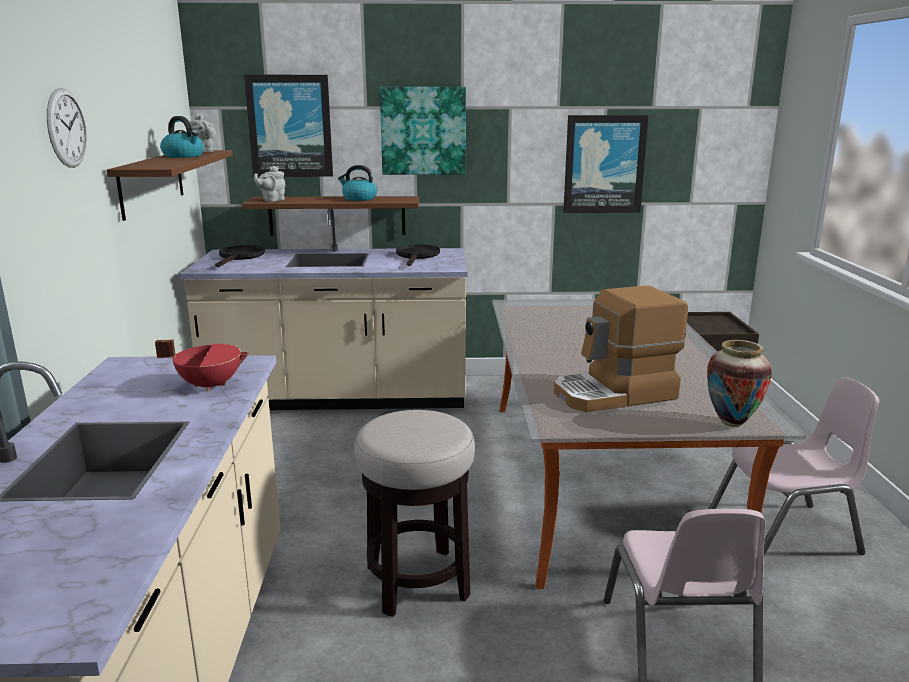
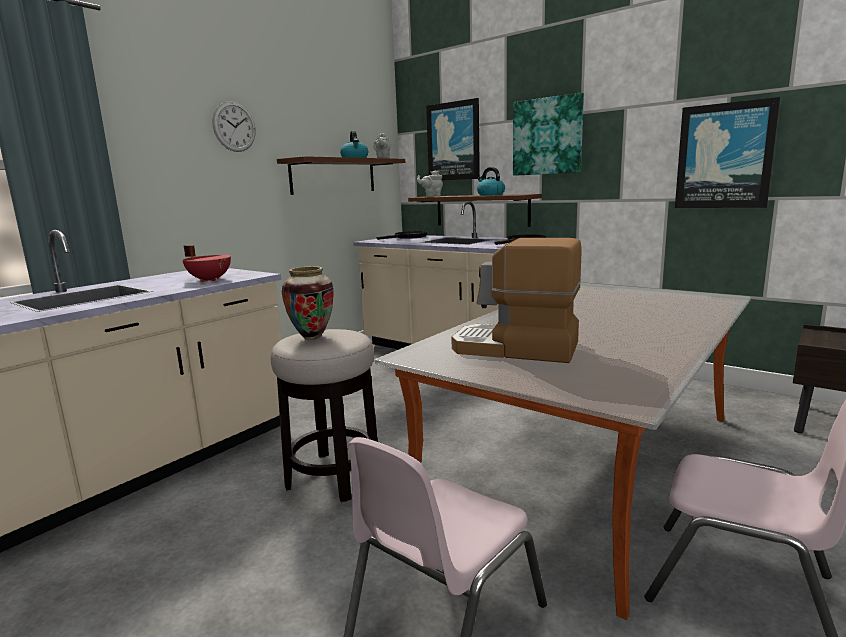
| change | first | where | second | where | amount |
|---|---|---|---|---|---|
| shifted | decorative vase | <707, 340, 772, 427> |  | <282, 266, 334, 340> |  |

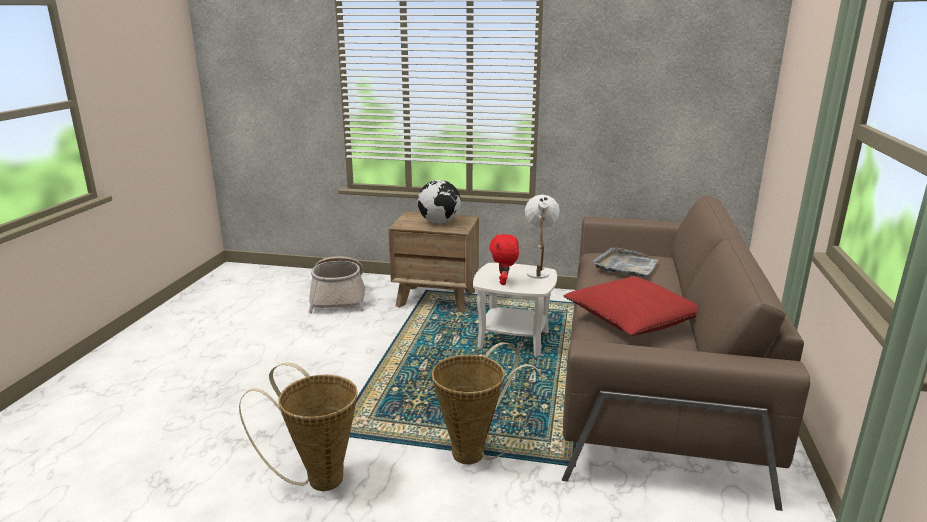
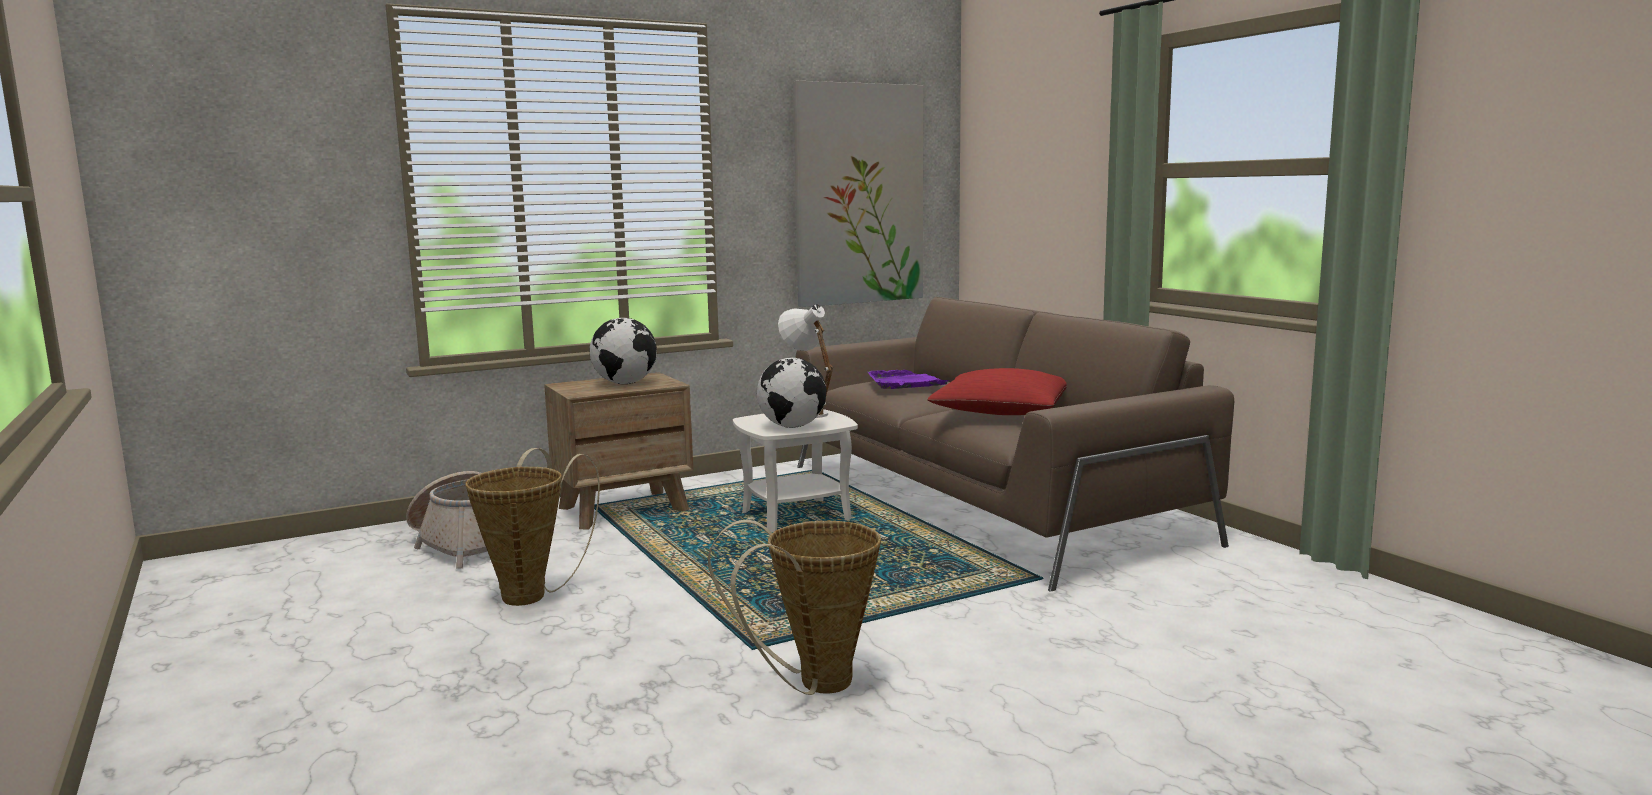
| change | first | where | second | where | amount |
|---|---|---|---|---|---|
| shifted | household basket | <432, 342, 542, 464> |  | <465, 448, 600, 606> |  |
| swapped | cuddly toy/red-coloured | <490, 234, 519, 285> | desk globe | <757, 358, 826, 428> |  |
| new |  |  | picture | <793, 81, 923, 307> |  |
| repainted | carrying tray/grey | <592, 247, 658, 277> | carrying tray/purple | <867, 370, 951, 389> |  |

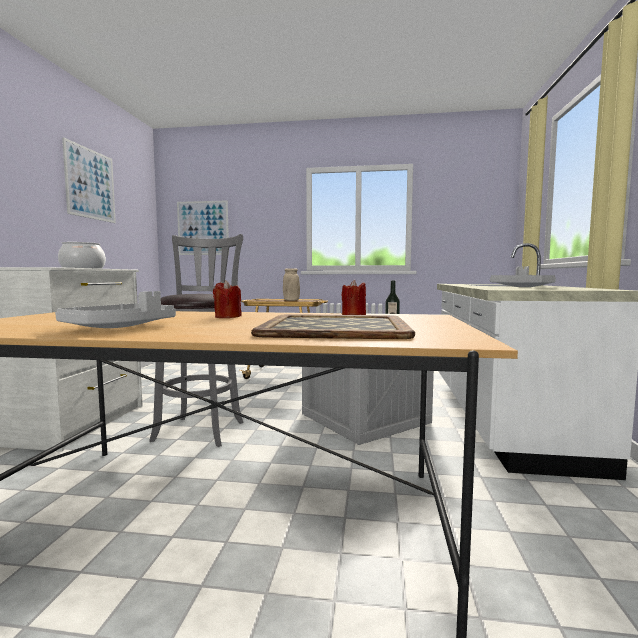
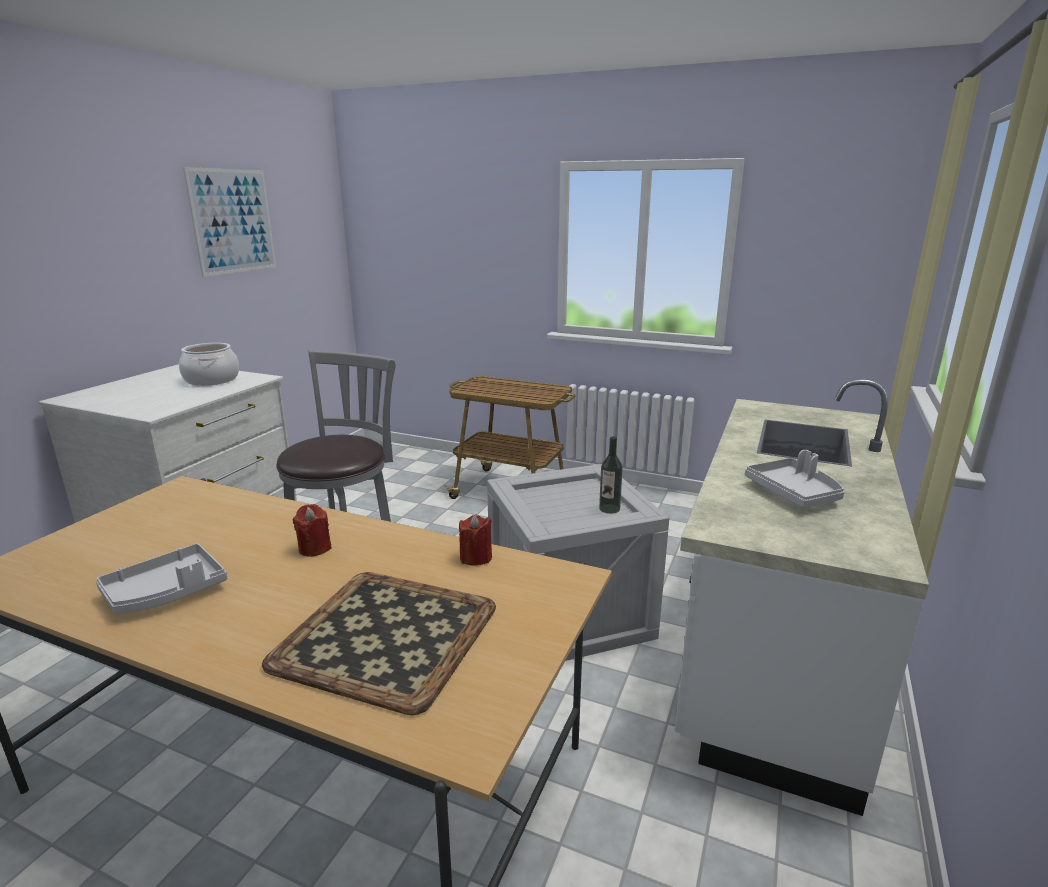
| change | first | where | second | where | amount |
|---|---|---|---|---|---|
| gone | picture | <177, 200, 229, 255> |  |  |  |
| gone | decorative vase/beige | <283, 268, 300, 301> |  |  |  |

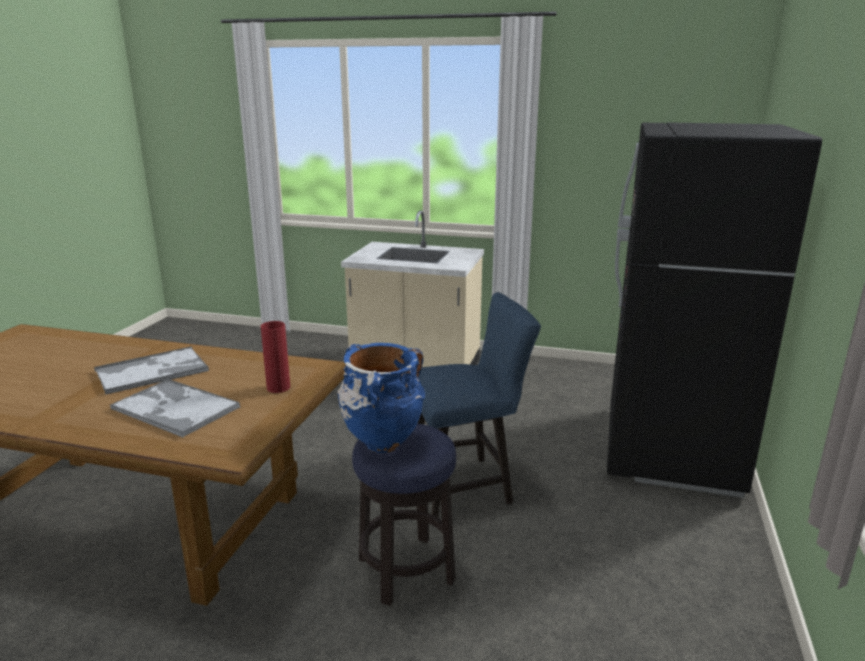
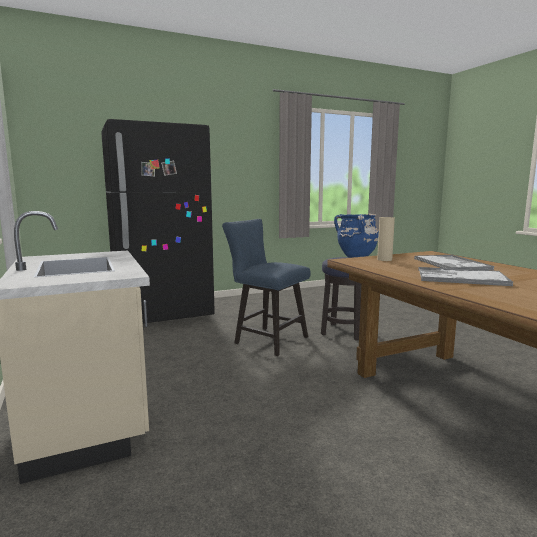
| change | first | where | second | where | amount |
|---|---|---|---|---|---|
| repainted | decorative vase/red-coloured | <261, 321, 290, 393> | decorative vase/beige | <377, 217, 395, 261> |  |

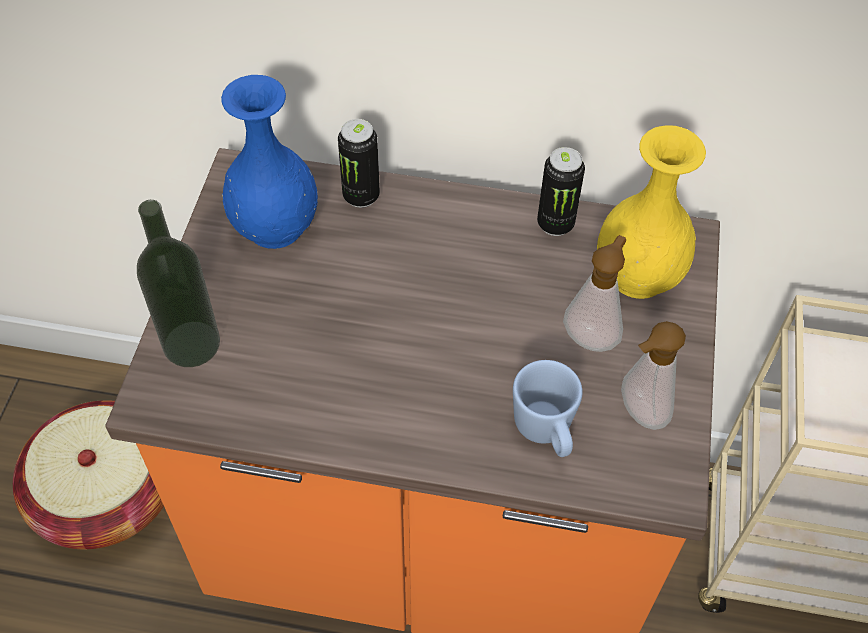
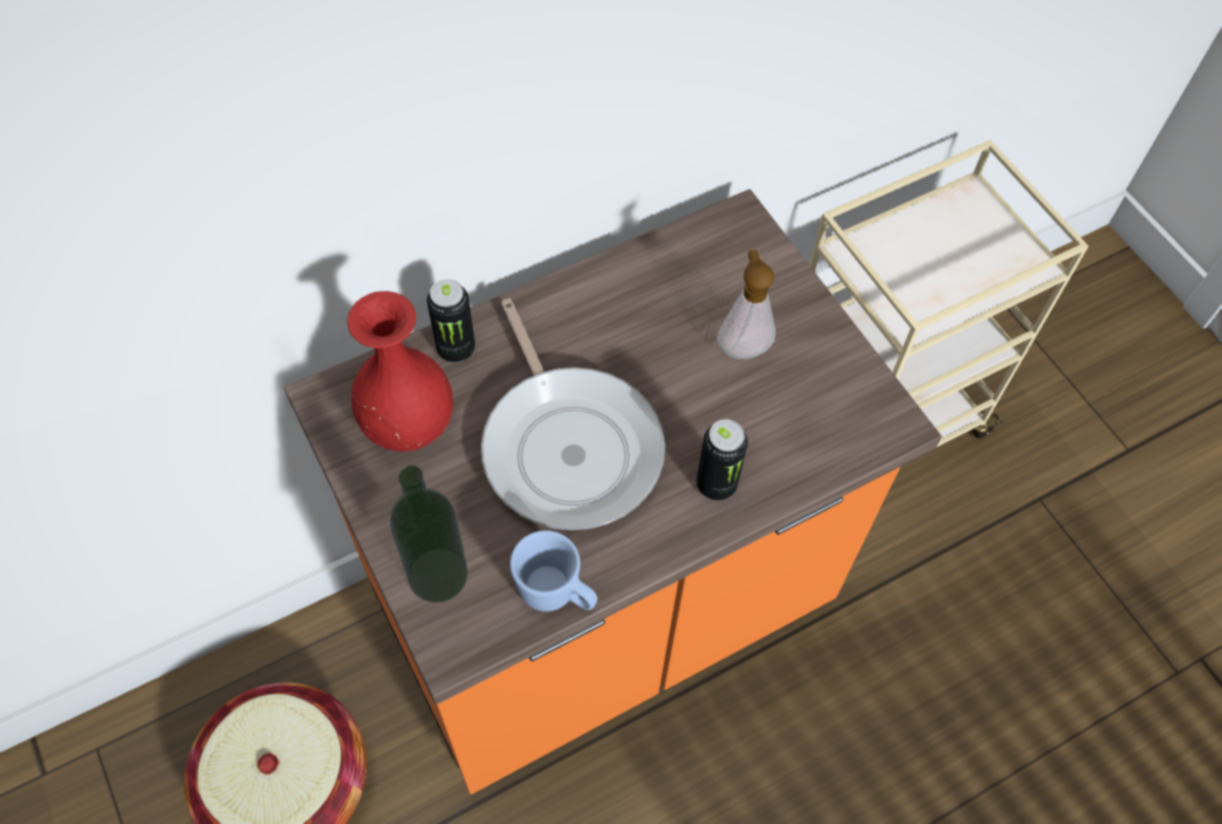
| change | first | where | second | where | amount |
|---|---|---|---|---|---|
| repainted | decorative vase/blue | <221, 75, 318, 249> | decorative vase/red-coloured | <347, 291, 453, 452> |  |
| new |  |  | skillet | <481, 299, 665, 530> |  |
| shifted | coffee mug/blue | <513, 360, 583, 457> |  | <510, 530, 597, 612> |  |
| shifted | can | <537, 147, 585, 236> |  | <696, 419, 748, 500> |  |
| gone | decorative vase/yellowish | <597, 125, 706, 299> |  |  |  |
| gone | soap dispenser | <621, 321, 686, 430> |  |  |  |

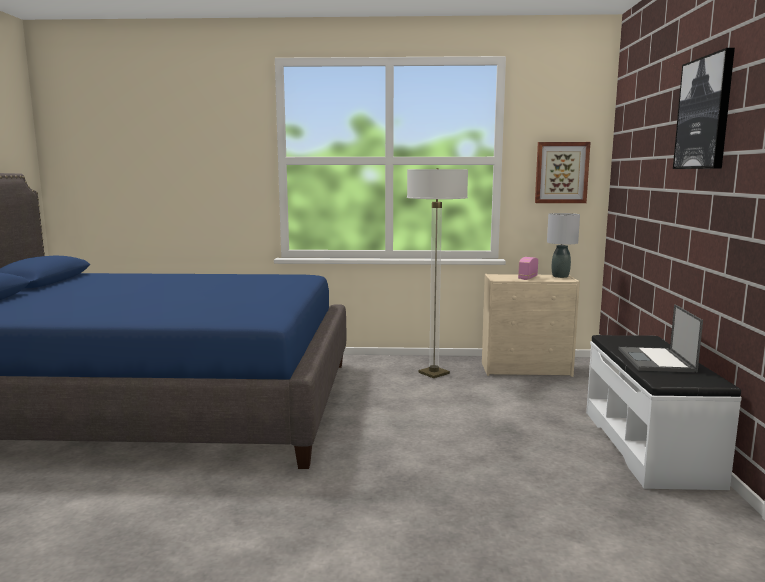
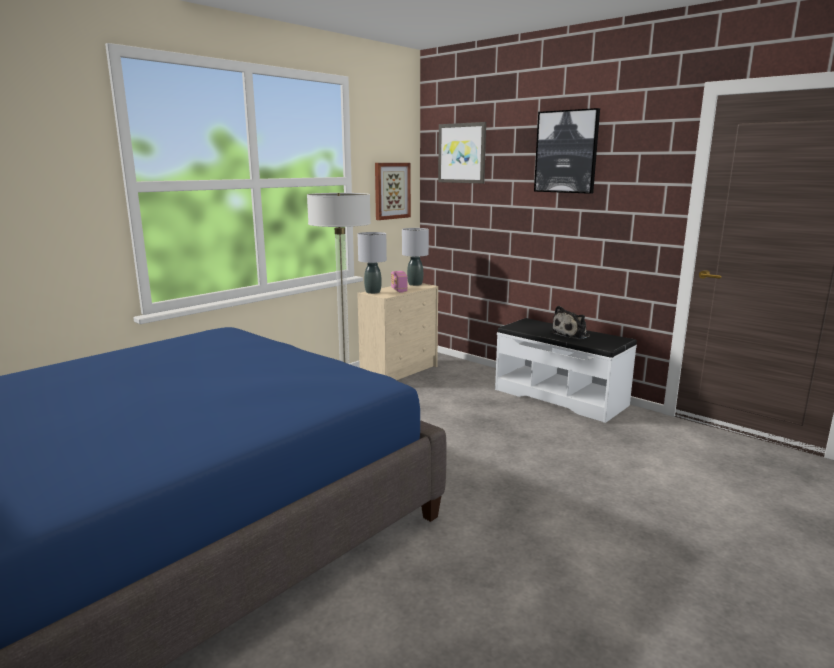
| change | first | where | second | where | amount |
|---|---|---|---|---|---|
| new |  |  | lamp for a table/grey | <358, 232, 387, 294> |  |
| new |  |  | picture | <438, 122, 486, 184> |  |
| swapped | notebook computer | <618, 304, 703, 372> | cuddly toy | <550, 306, 590, 339> |  |

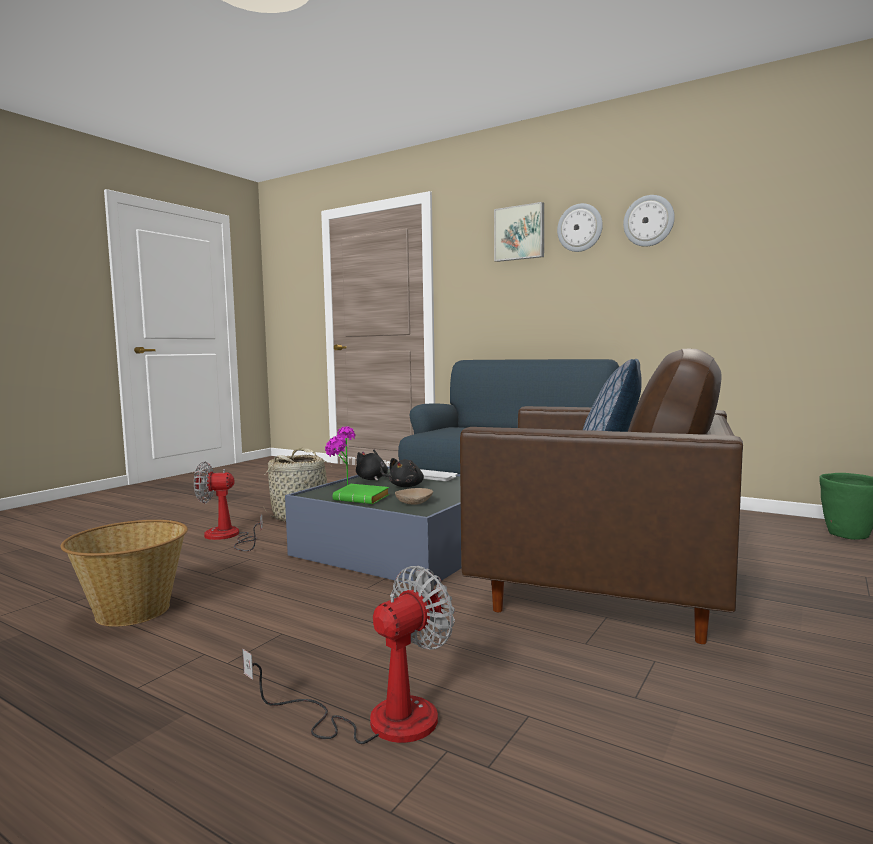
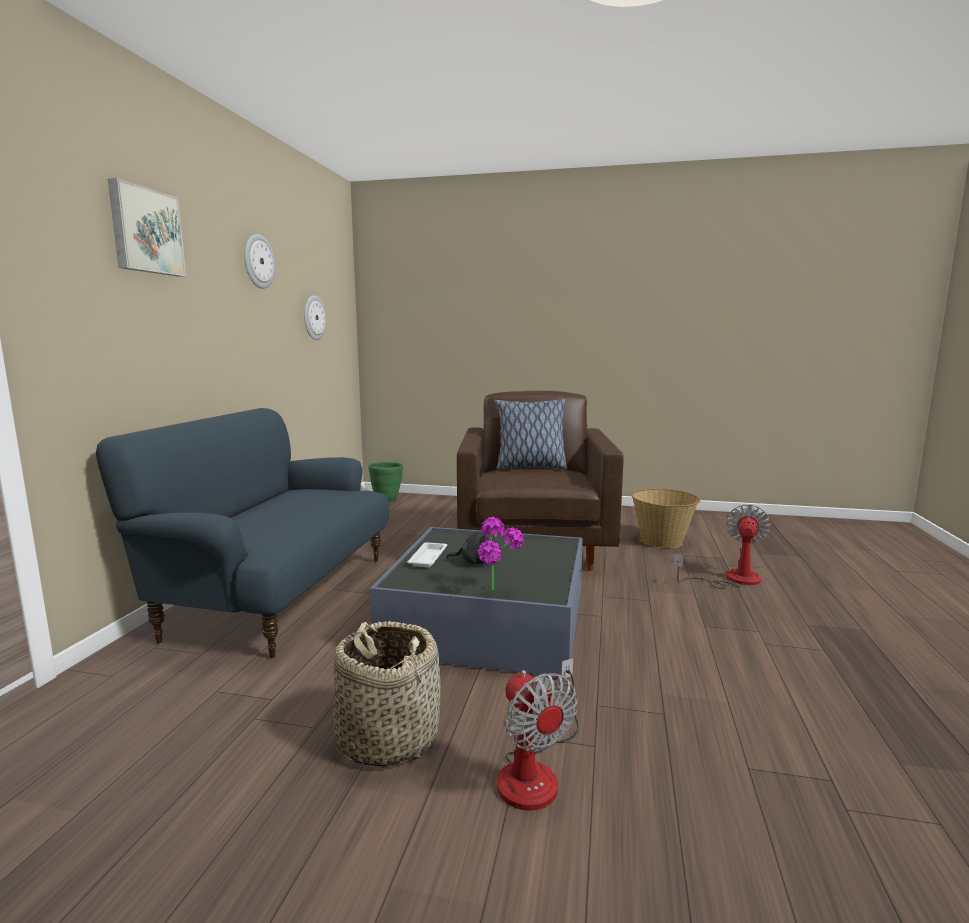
| change | first | where | second | where | amount |
|---|---|---|---|---|---|
| shifted | clock on the wall | <557, 203, 603, 252> |  | <304, 295, 326, 340> |  |
| shifted | household basket | <60, 520, 188, 627> |  | <631, 488, 701, 548> |  |
| rotated | fan | <242, 566, 455, 744> |  | <673, 504, 771, 589> | 90 degrees clockwise |
| gone | volume/greenish | <333, 484, 390, 504> |  |  |  |
| gone | cuddly toy/black-coloured | <356, 450, 389, 481> |  |  |  |
| gone | serving bowl/beige | <395, 488, 433, 505> |  |  |  |

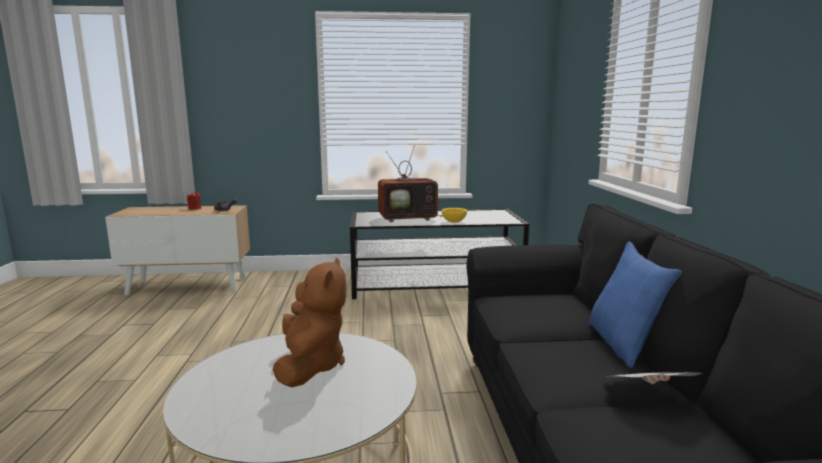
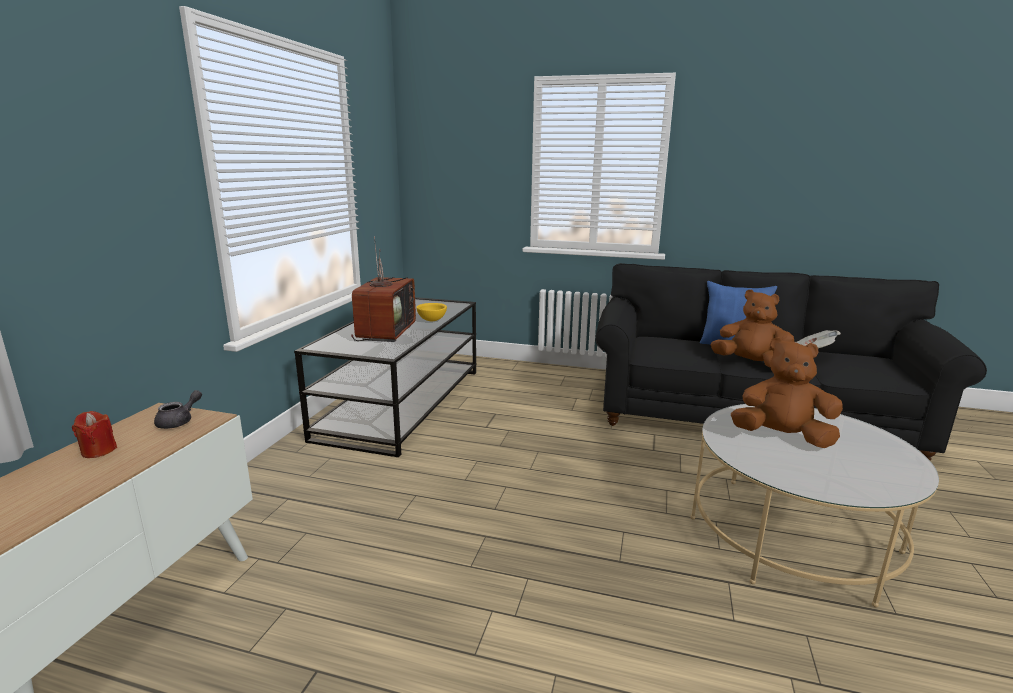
| change | first | where | second | where | amount |
|---|---|---|---|---|---|
| new |  |  | cuddly toy/brown | <710, 290, 795, 368> |  |

